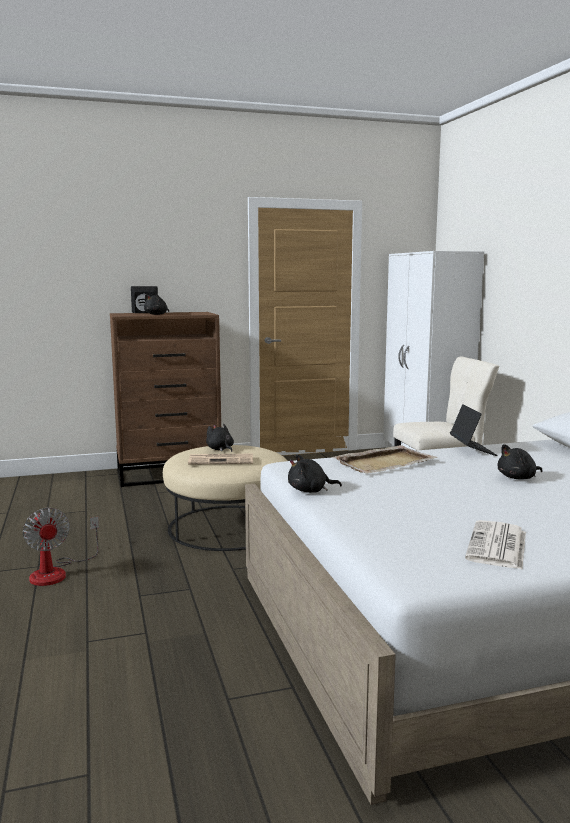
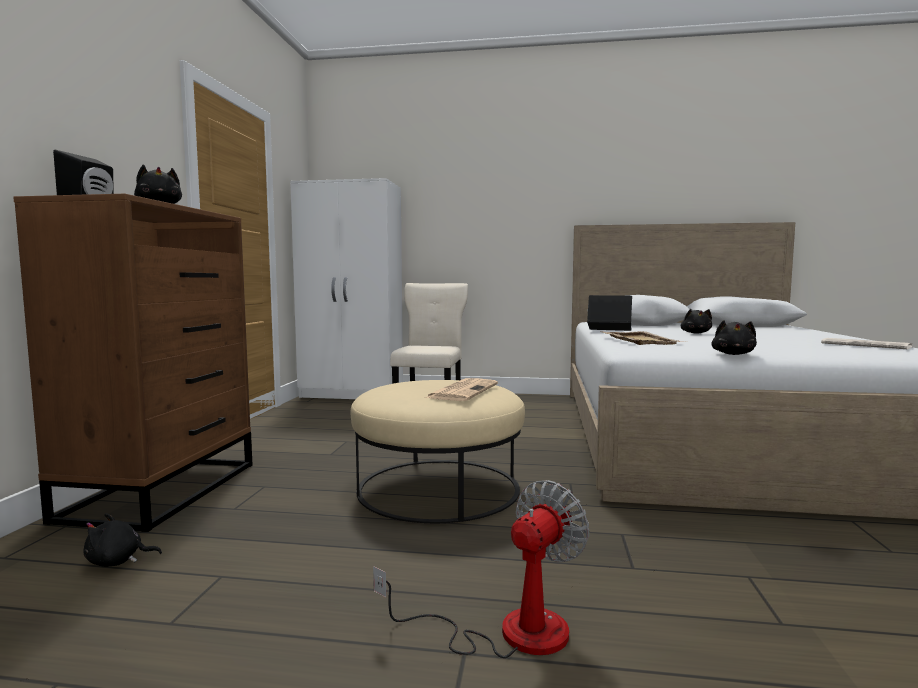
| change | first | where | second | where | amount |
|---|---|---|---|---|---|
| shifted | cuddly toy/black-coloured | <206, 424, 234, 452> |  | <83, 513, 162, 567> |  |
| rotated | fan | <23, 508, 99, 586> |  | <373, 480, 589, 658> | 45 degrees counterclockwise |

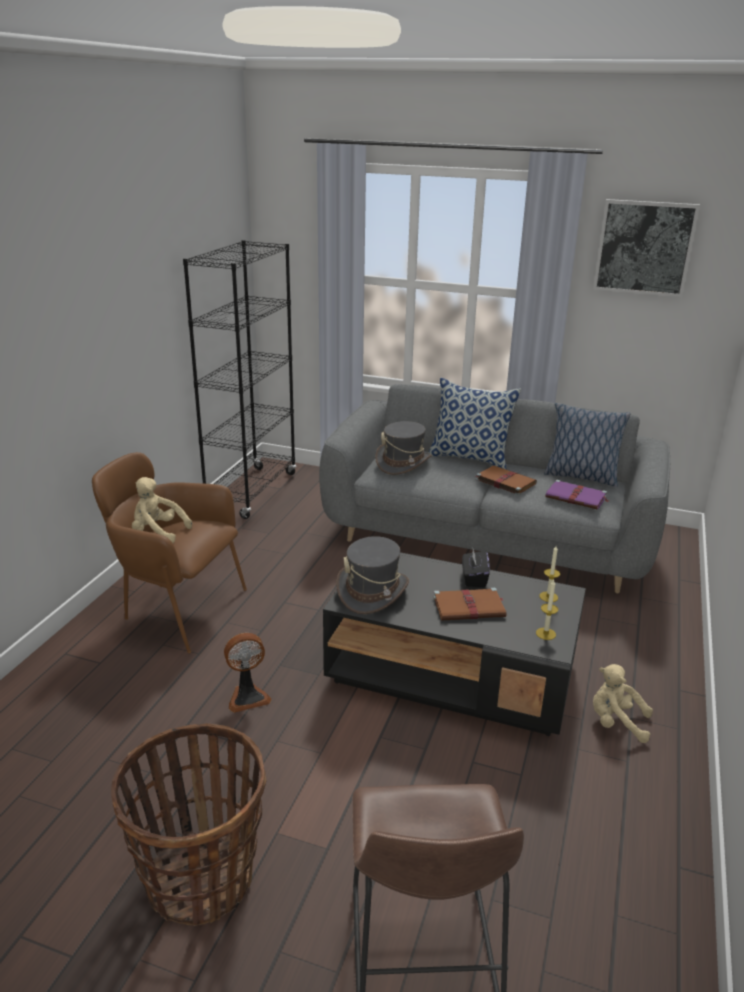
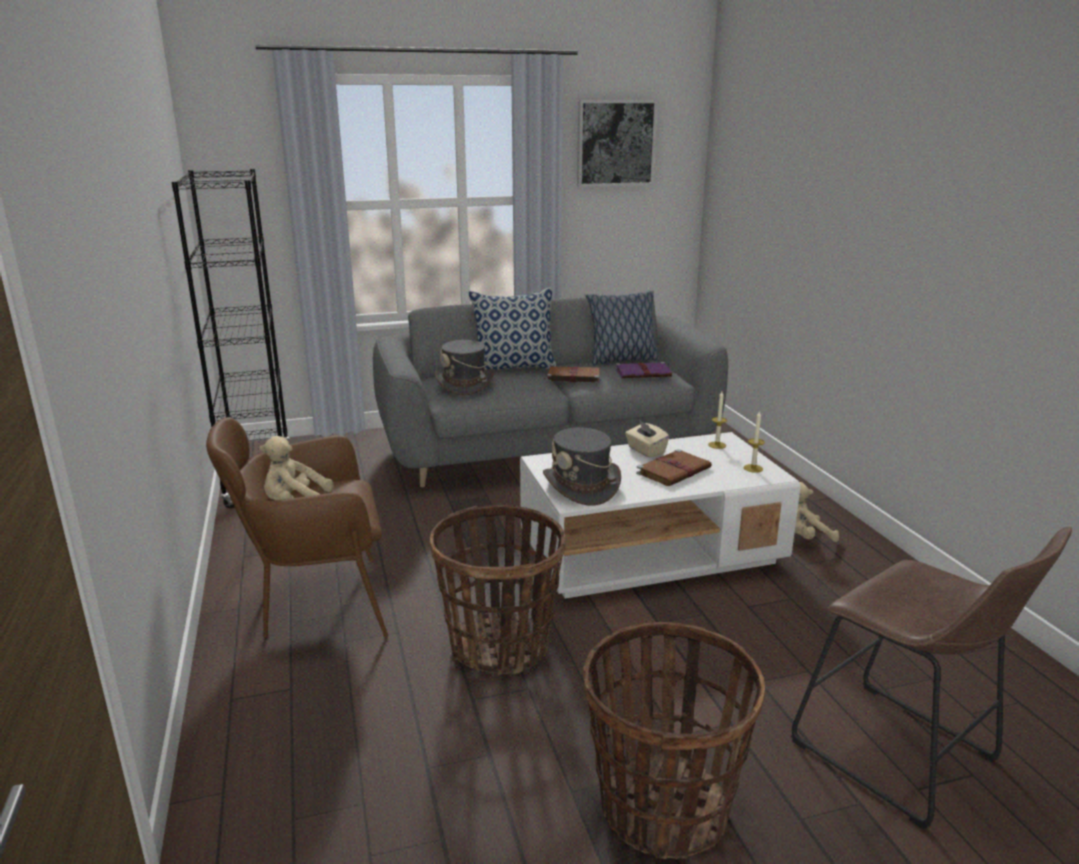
| change | first | where | second | where | amount |
|---|---|---|---|---|---|
| swapped | fan | <224, 633, 271, 713> | household basket | <430, 505, 565, 675> |  |
| repainted | coffee table/black-coloured | <323, 552, 586, 736> | coffee table/white-coloured | <520, 432, 801, 600> |  |
| repainted | tissue holder/black-coloured | <462, 549, 490, 587> | tissue holder/beige | <625, 420, 669, 458> |  |

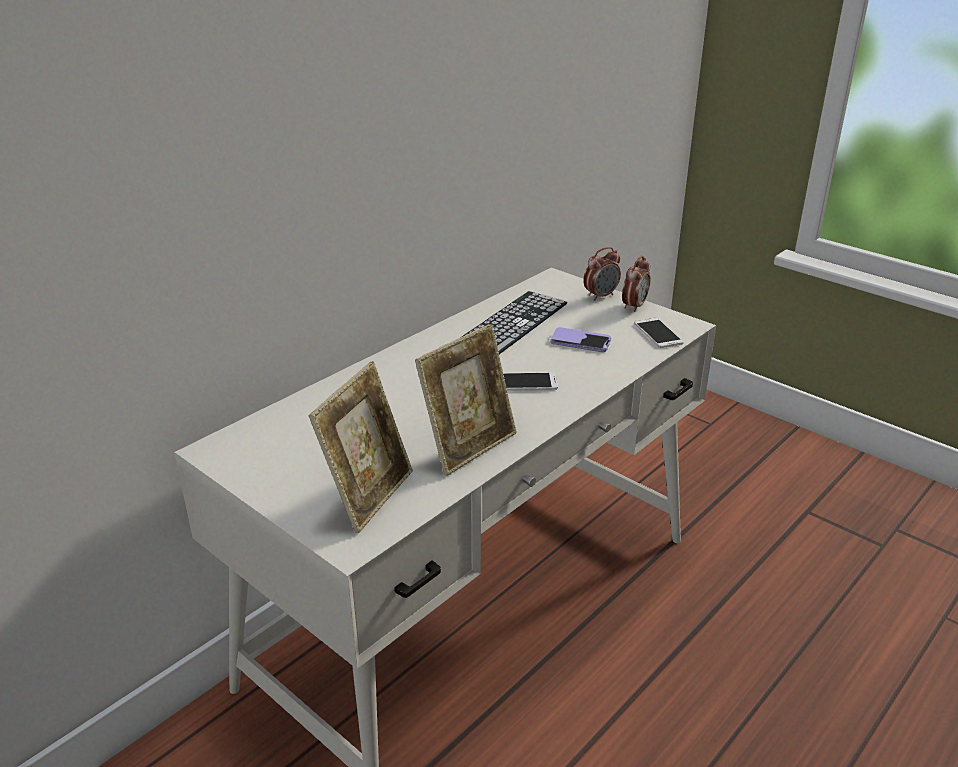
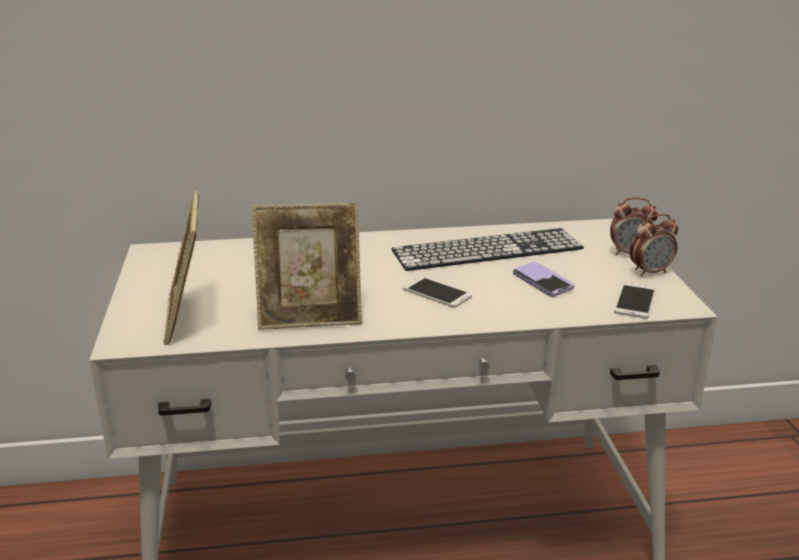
| change | first | where | second | where | amount |
|---|---|---|---|---|---|
| rotated | photo frame | <309, 361, 413, 533> |  | <163, 191, 199, 345> | 105 degrees clockwise |

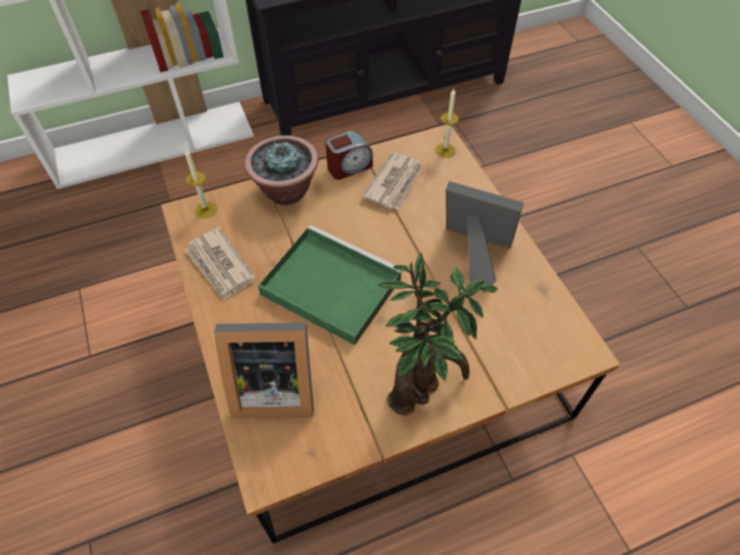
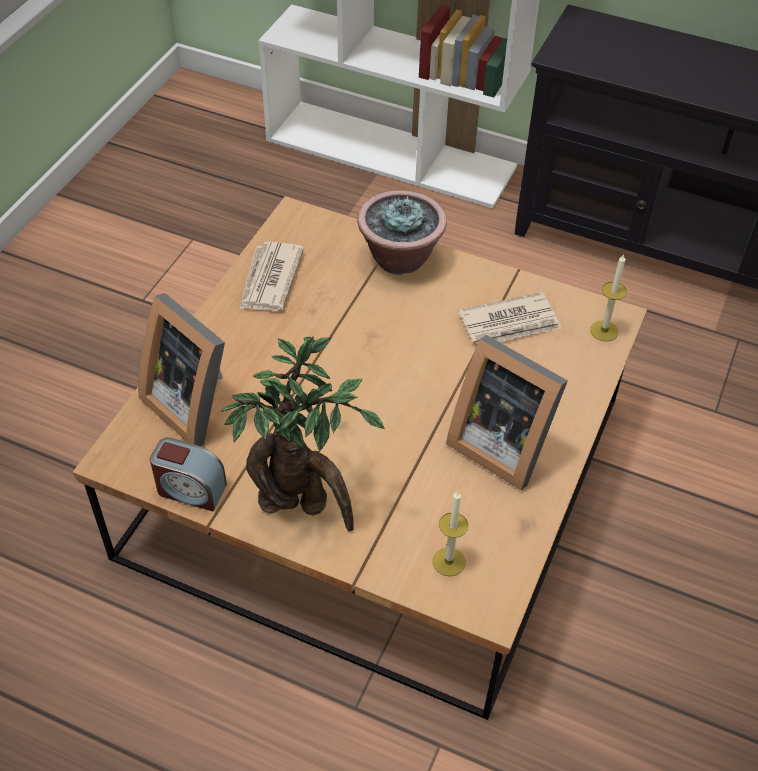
| change | first | where | second | where | amount |
|---|---|---|---|---|---|
| shifted | bedside clock | <326, 131, 373, 180> |  | <150, 437, 227, 511> |  |
| shifted | wax candle | <185, 149, 217, 218> |  | <432, 491, 468, 576> |  |
| rotated | photo frame | <446, 181, 524, 293> |  | <446, 335, 568, 491> | 150 degrees clockwise |
| gone | carrying tray/greenish | <258, 225, 401, 345> |  |  |  |

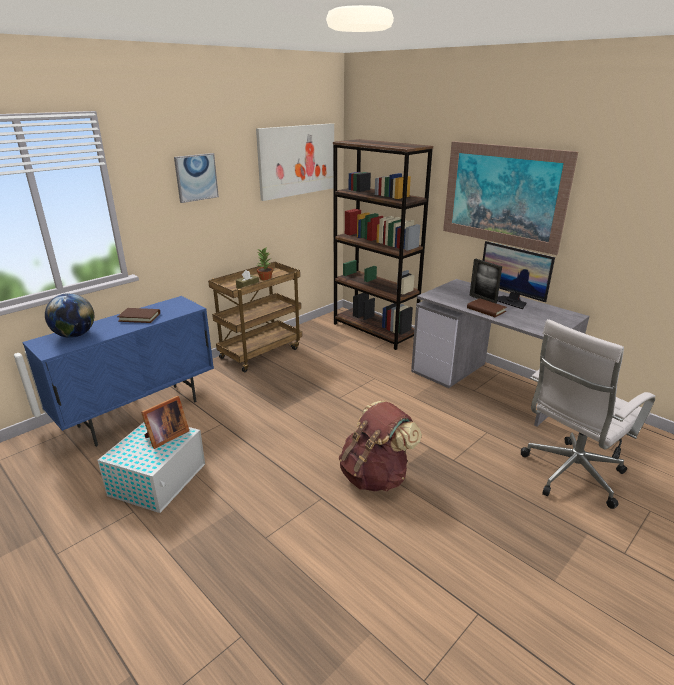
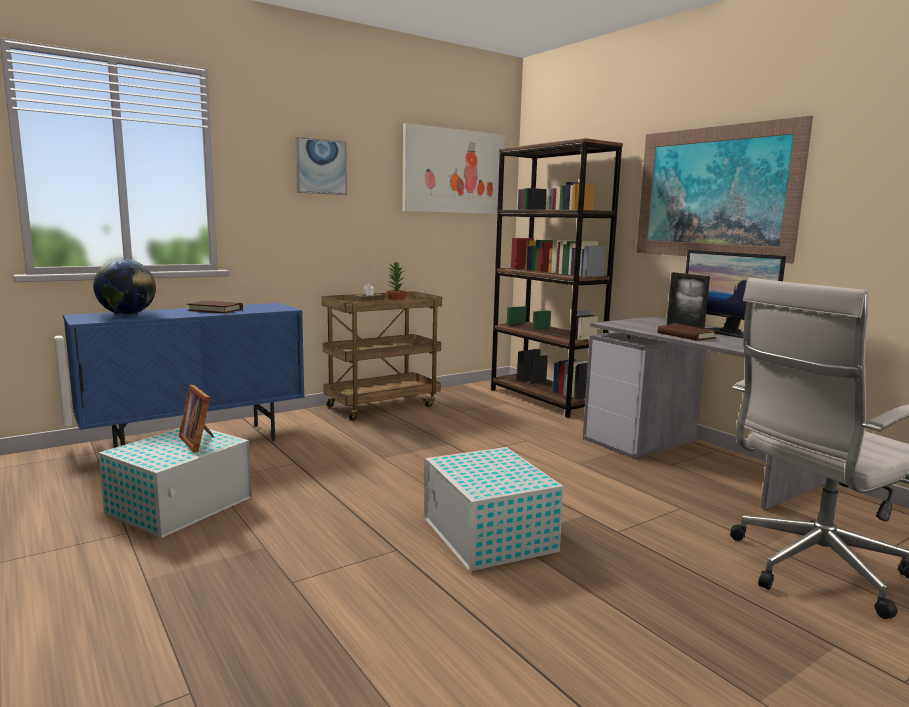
| change | first | where | second | where | amount |
|---|---|---|---|---|---|
| rotated | photo frame | <141, 396, 189, 449> |  | <178, 385, 214, 453> | 90 degrees clockwise |
| swapped | rucksack/brown | <339, 401, 422, 491> | storage box/white-coloured | <424, 447, 563, 571> |  |

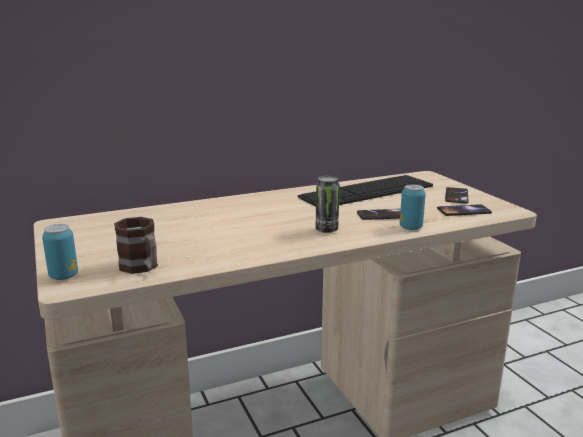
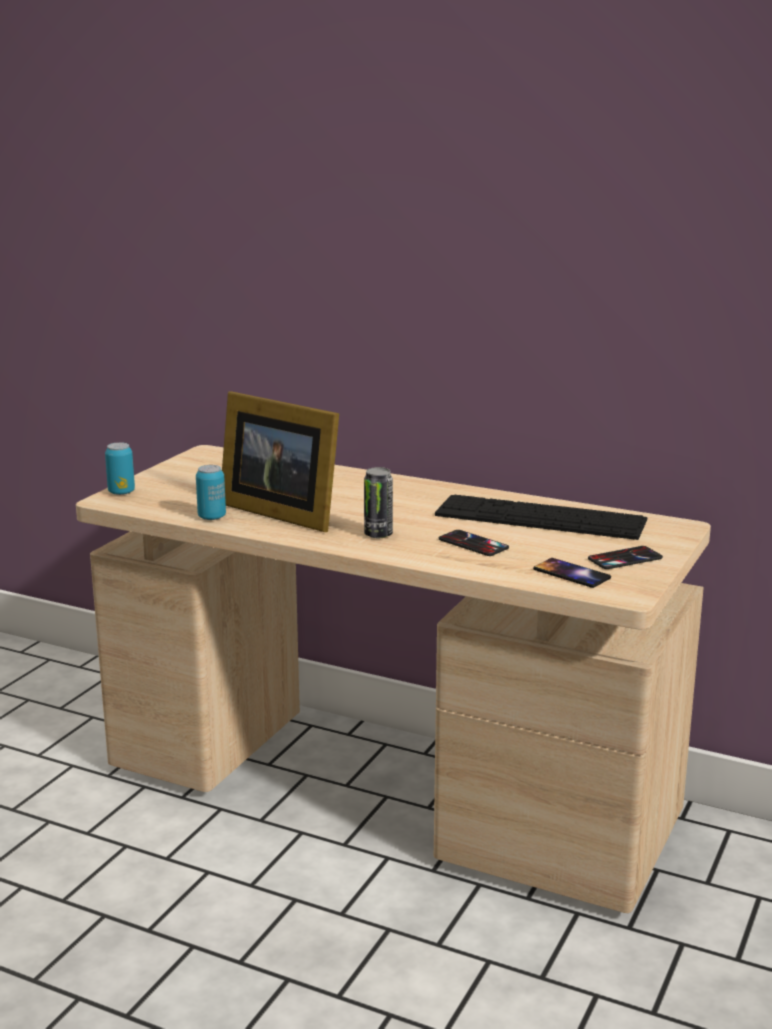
| change | first | where | second | where | amount |
|---|---|---|---|---|---|
| shifted | can | <400, 184, 426, 230> |  | <196, 465, 226, 520> |  |
| new |  |  | photo frame | <222, 391, 339, 532> |  |
| gone | coffee mug | <114, 217, 158, 274> |  |  |  |

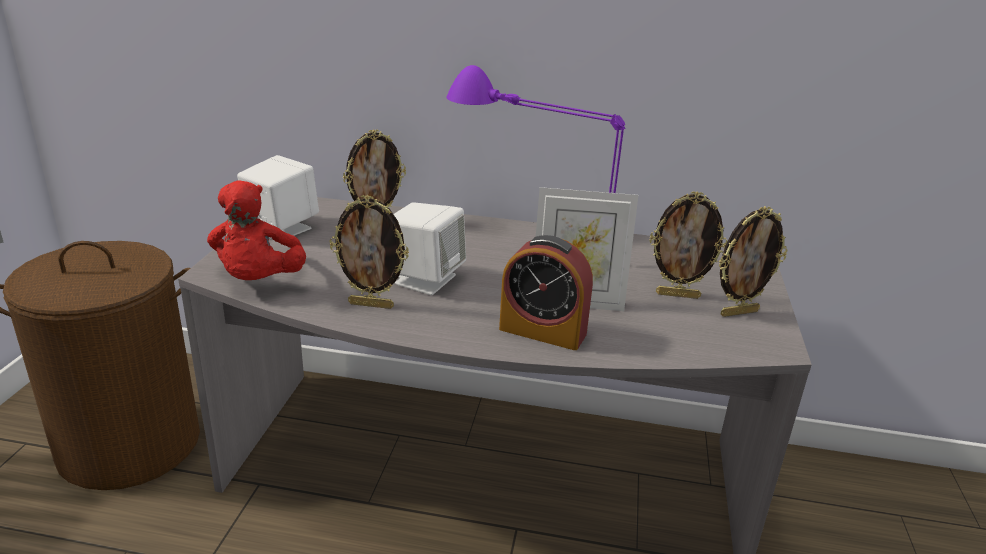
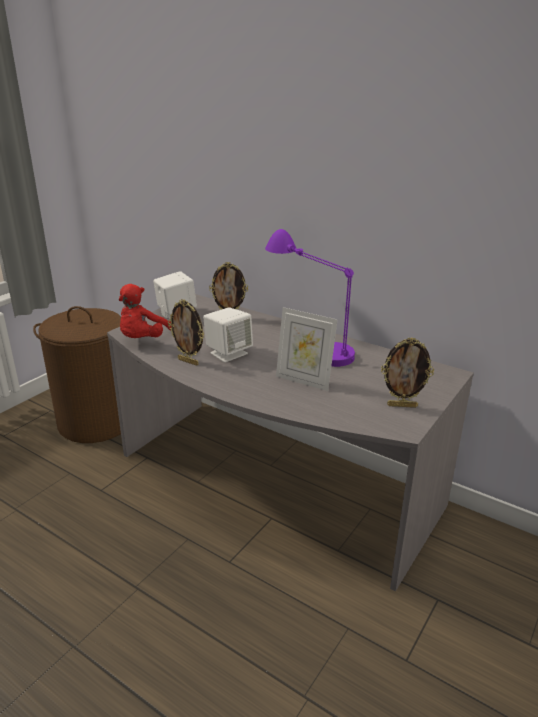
| change | first | where | second | where | amount |
|---|---|---|---|---|---|
| gone | bedside clock | <499, 235, 593, 350> |  |  |  |
| gone | photo frame | <649, 191, 727, 299> |  |  |  |

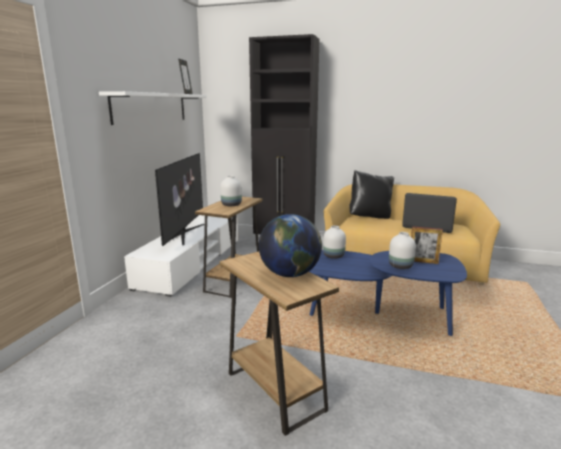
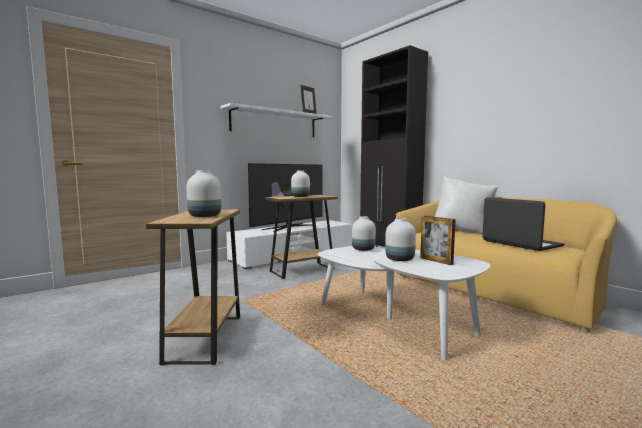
| change | first | where | second | where | amount |
|---|---|---|---|---|---|
| swapped | desk globe | <259, 214, 322, 277> | decorative vase/white-coloured | <186, 170, 221, 217> |  |
| repainted | coffee table/blue | <309, 250, 467, 336> | coffee table/white-coloured | <318, 246, 490, 360> |  |
| repainted | throw pillow/black-coloured | <349, 170, 394, 219> | throw pillow/white-coloured | <435, 176, 498, 234> |  |

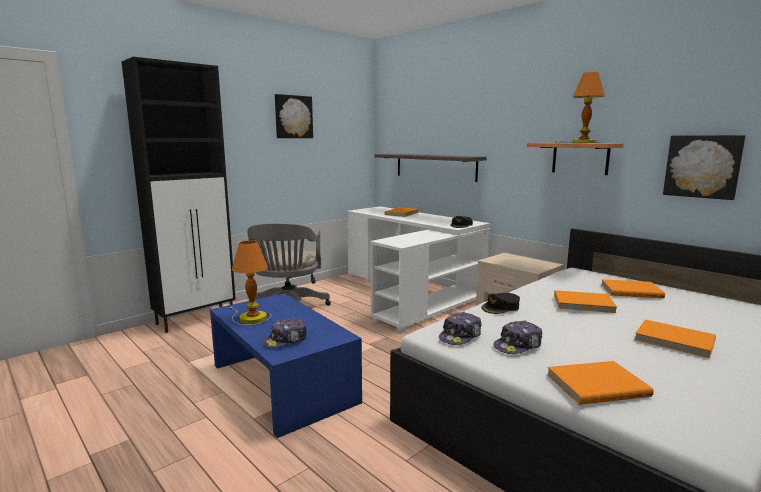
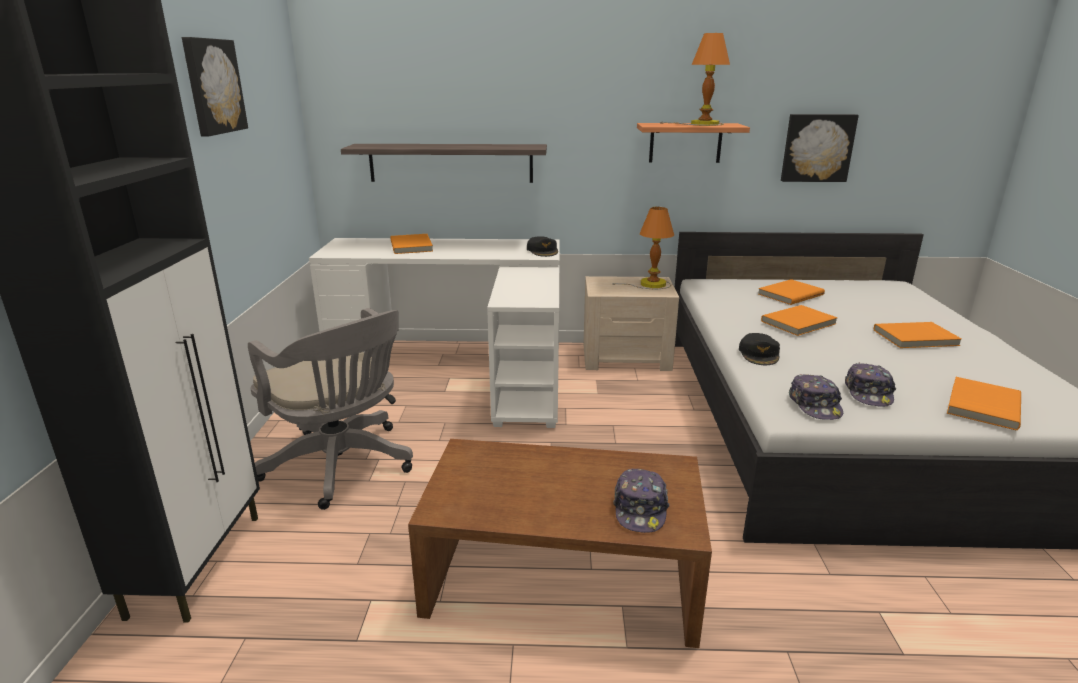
| change | first | where | second | where | amount |
|---|---|---|---|---|---|
| repainted | coffee table/blue | <210, 293, 362, 438> | coffee table/brown | <408, 439, 712, 648> |  |
| shifted | lamp for a table | <230, 240, 272, 325> |  | <611, 207, 674, 289> |  |

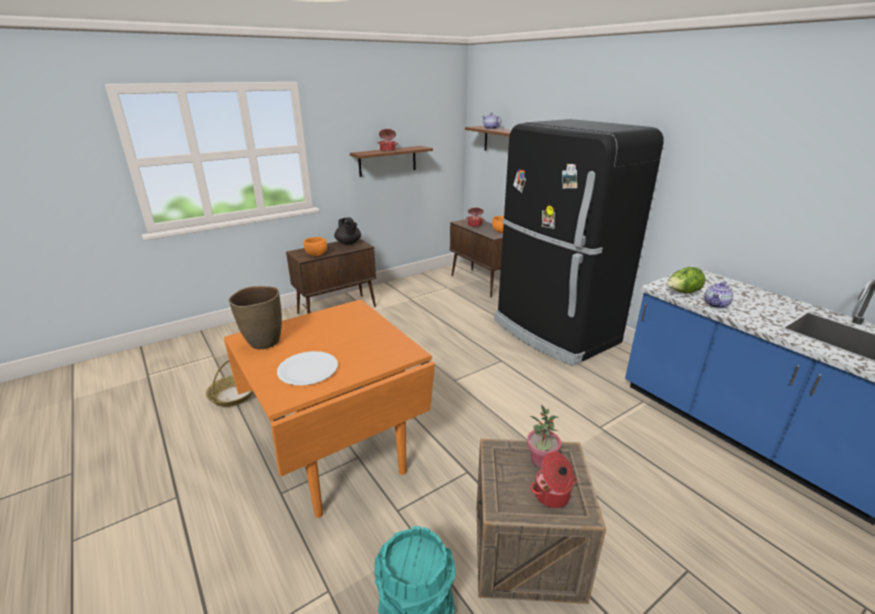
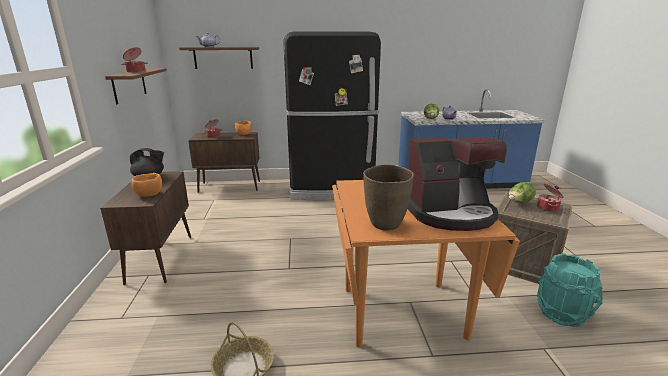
| change | first | where | second | where | amount |
|---|---|---|---|---|---|
| swapped | plate/white-coloured | <277, 351, 338, 386> | coffee machine | <408, 137, 507, 231> |  |
| swapped | plant in a pot | <527, 405, 561, 468> | lettuce head | <509, 182, 536, 203> |  |

